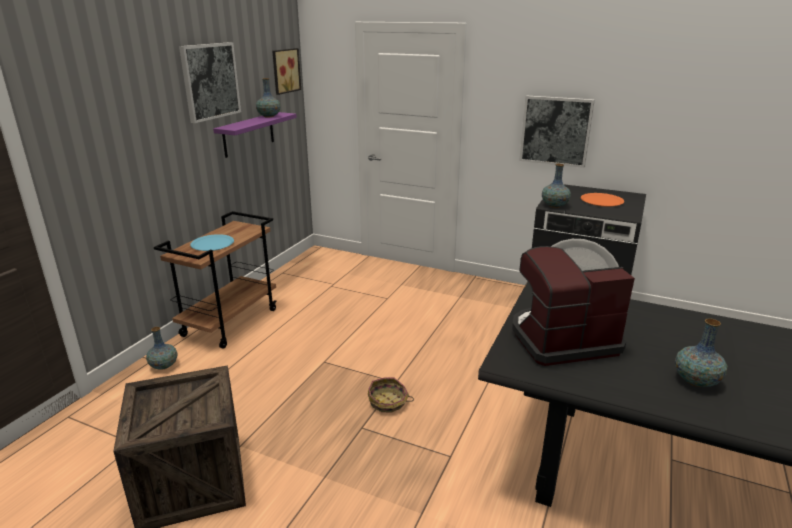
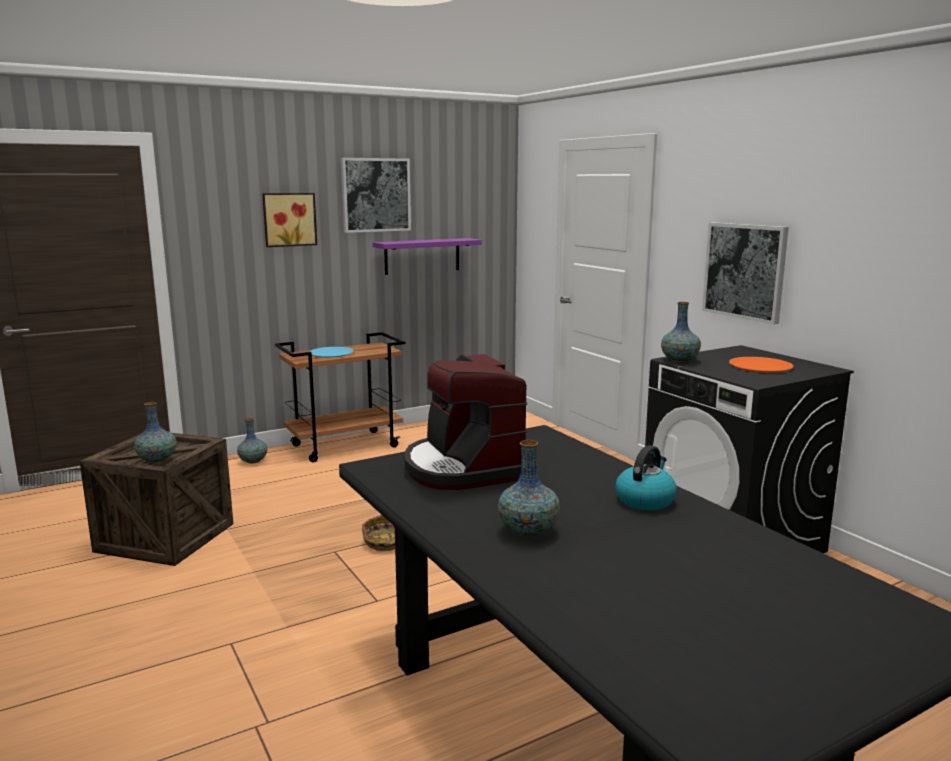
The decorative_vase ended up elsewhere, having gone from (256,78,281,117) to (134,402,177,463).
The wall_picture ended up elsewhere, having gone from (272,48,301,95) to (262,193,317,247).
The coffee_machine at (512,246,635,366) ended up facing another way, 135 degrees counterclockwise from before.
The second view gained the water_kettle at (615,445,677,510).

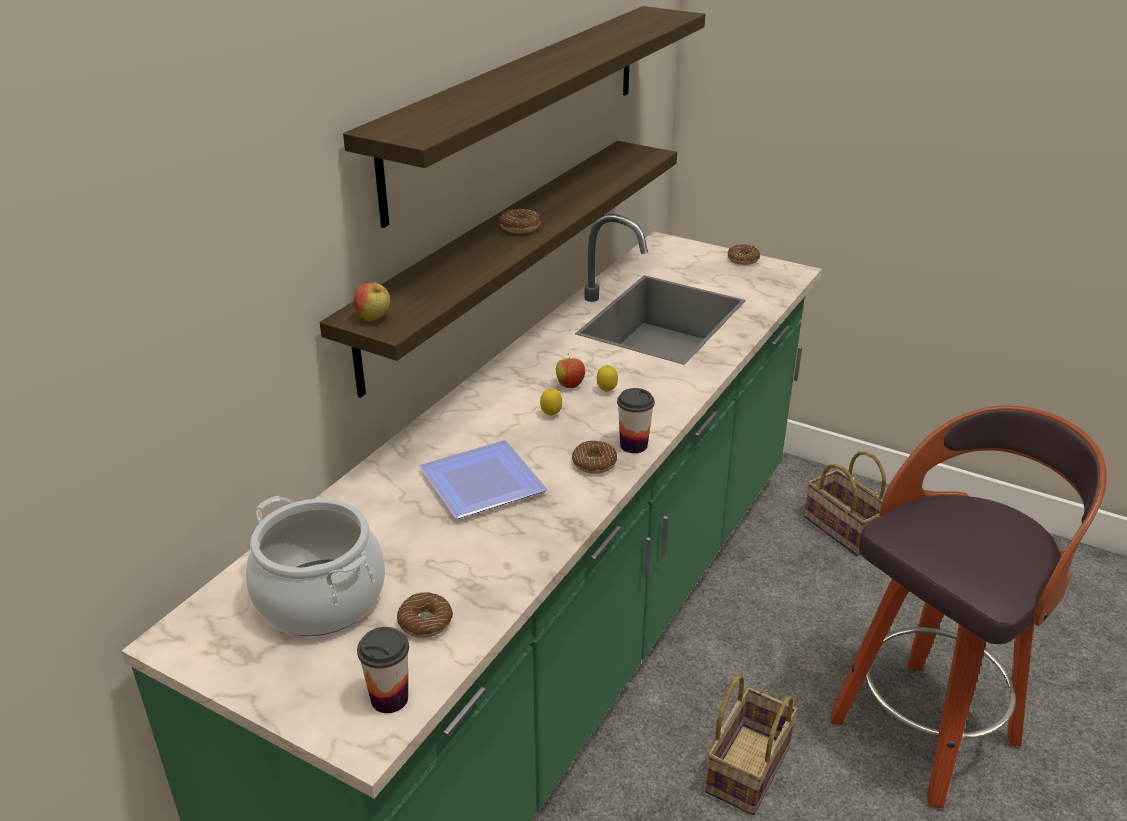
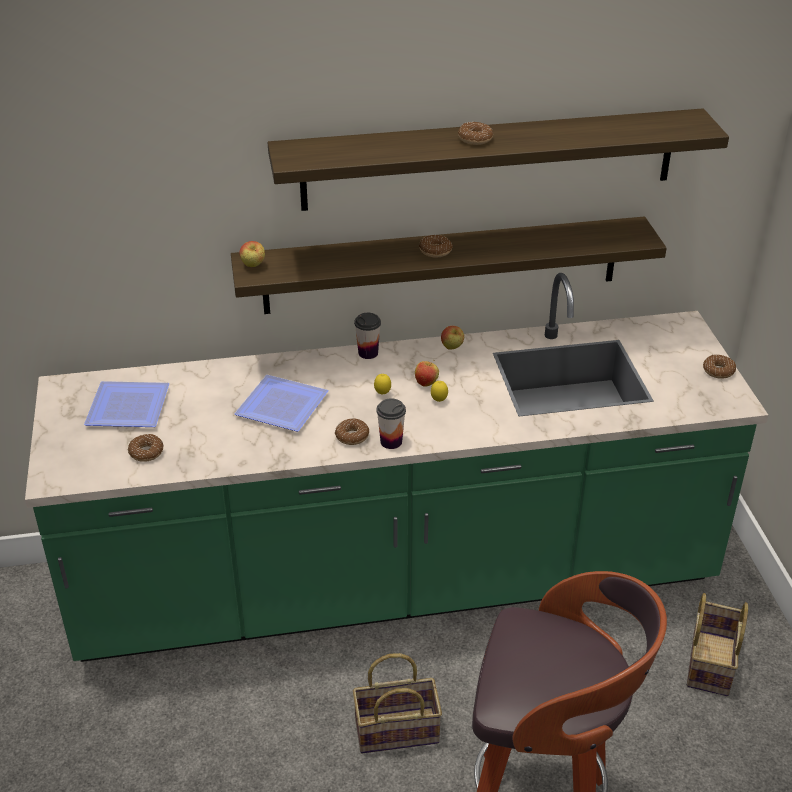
Where the cooking_pot stood at (246,496,385,636), the flat_dish came to stand at (84,381,170,427).
The small_cup ended up elsewhere, having gone from (357,627,409,713) to (354,313,381,359).
The second view gained the apple at (441,326,464,350).
The second view gained the doughnut at (458,122,493,145).

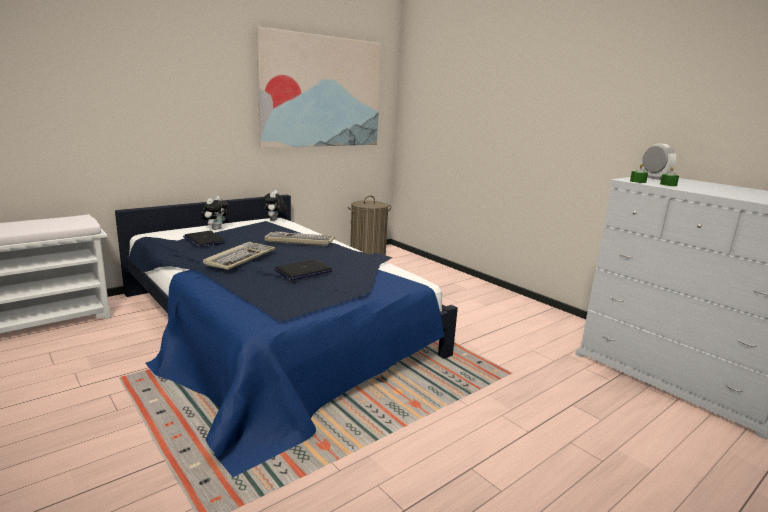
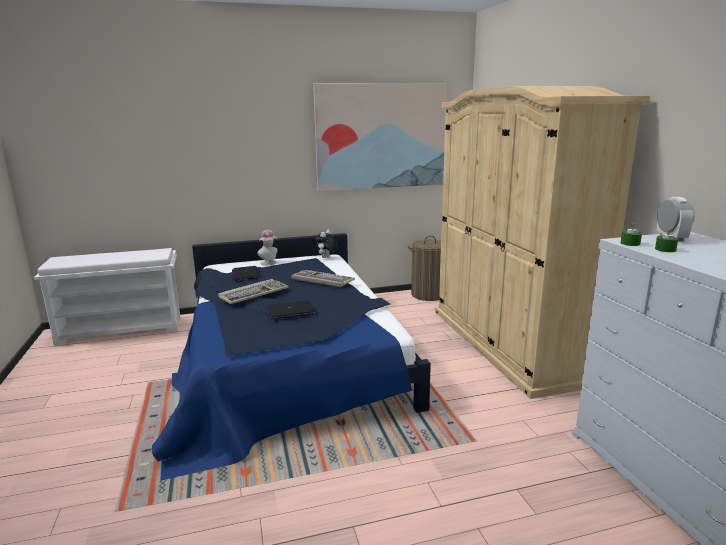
Where the soft_toy stood at (201,196,229,230), the wearable_hat came to stand at (257,230,278,265).
The second view gained the beige-coloured_armoire at (435,86,650,399).

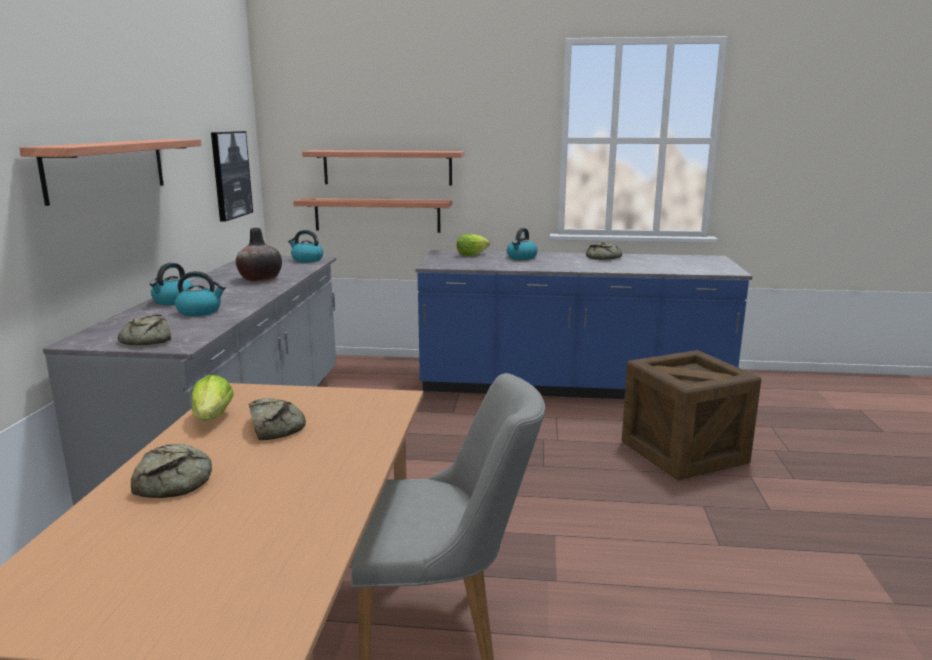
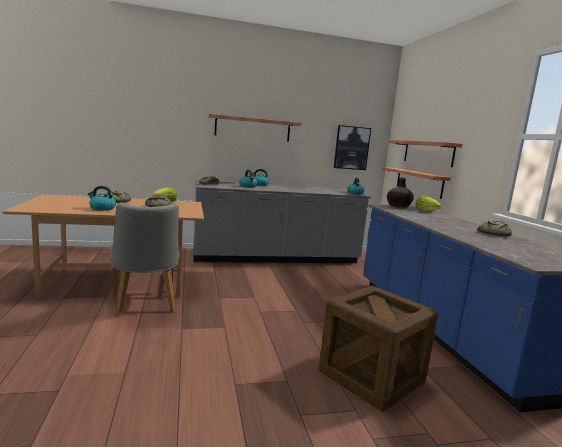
The water_kettle ended up elsewhere, having gone from (507,228,538,260) to (88,186,116,211).
The decorative_vase ended up elsewhere, having gone from (236,228,282,281) to (387,178,414,208).

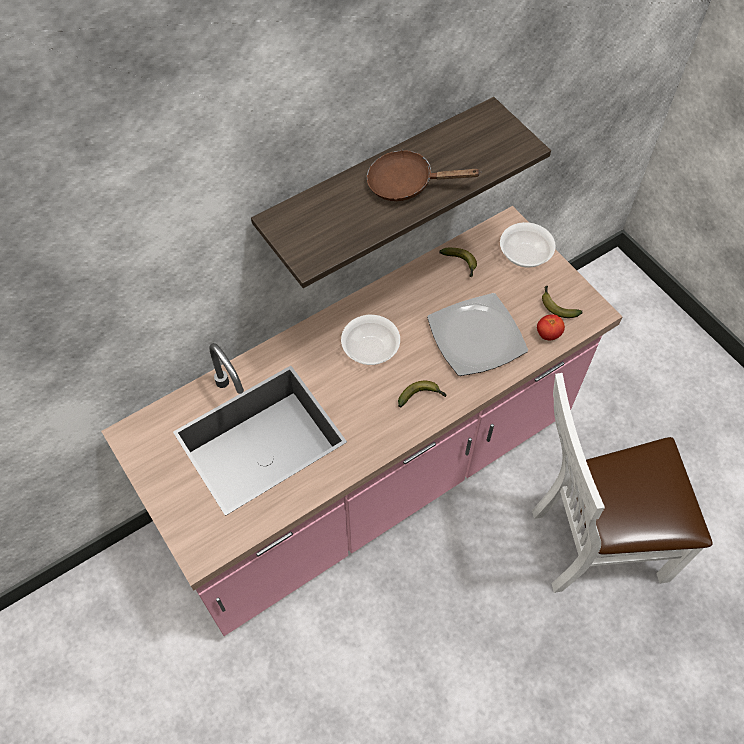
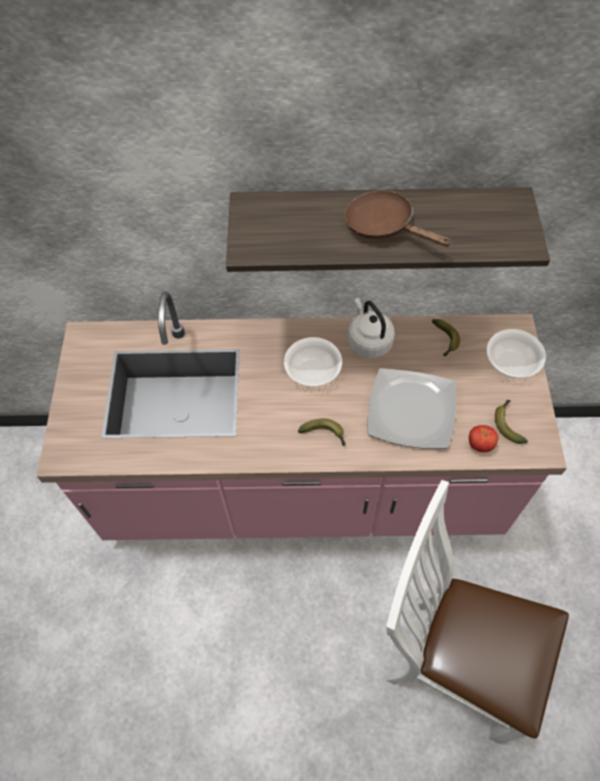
The second view gained the white-coloured_water_kettle at (348,298,395,359).

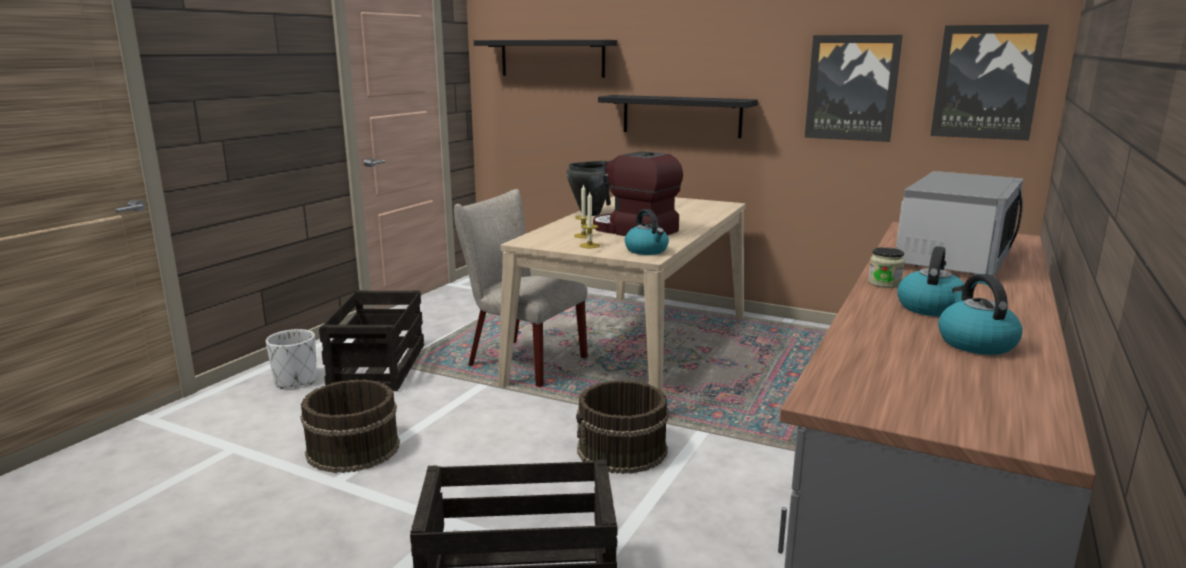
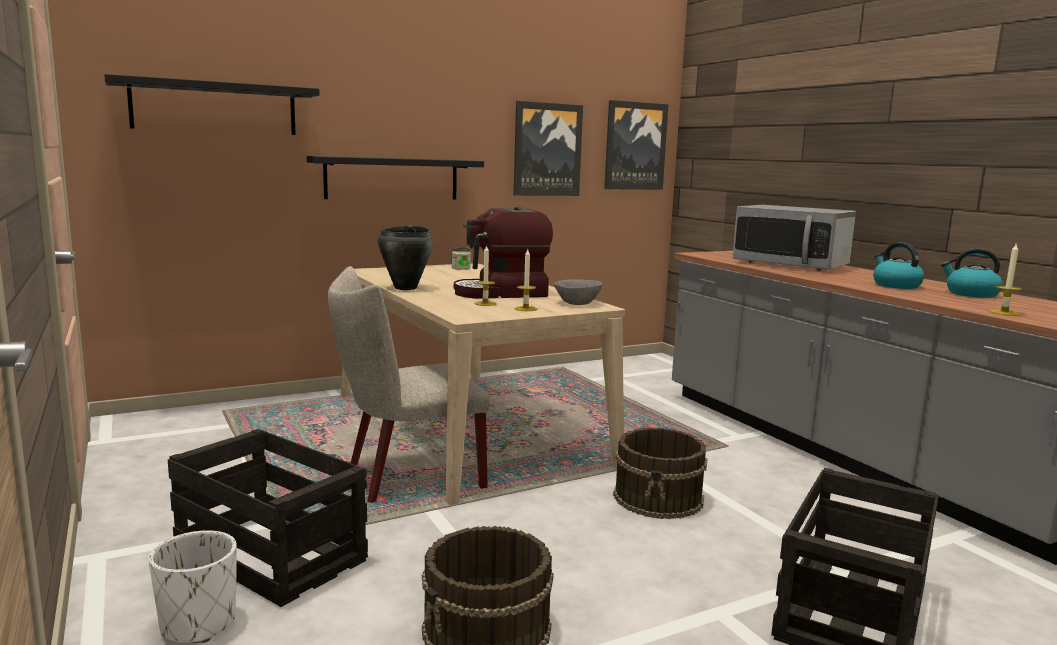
The jar ended up elsewhere, having gone from (868,247,905,288) to (452,247,471,270).
Where the water_kettle stood at (625,209,669,255), the grey_serving_bowl came to stand at (554,279,603,305).
The kitchen_microwave at (896,171,1024,276) ended up facing another way, 150 degrees clockwise from before.
The second view gained the wax_candle at (989,242,1022,316).

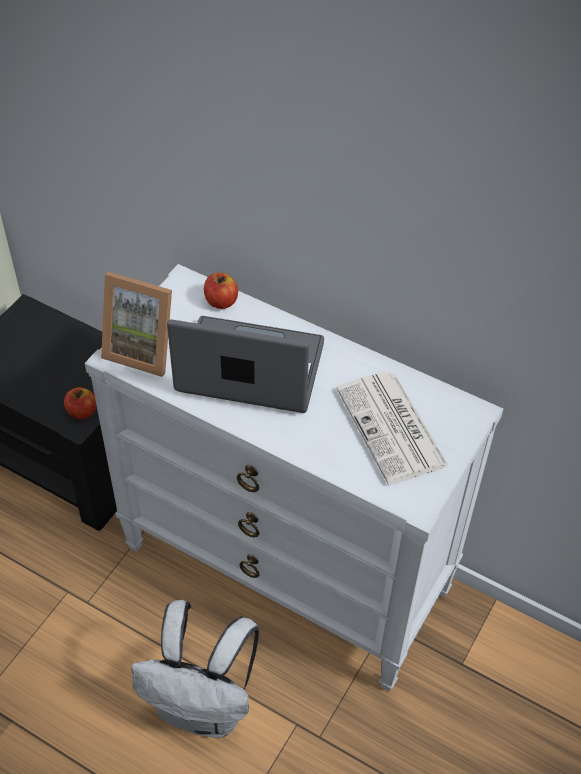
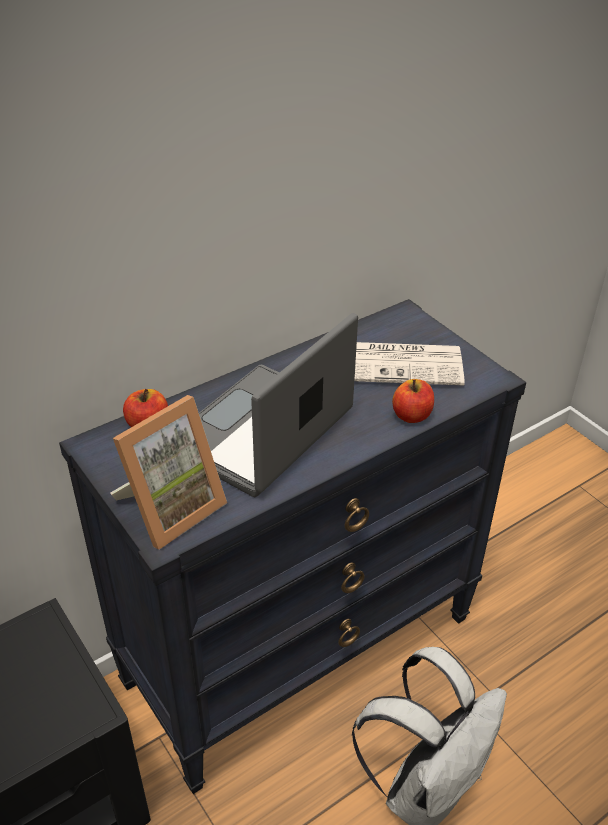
What was the white-coloured_drawer_chest at (85,264,503,692) turned into the black_drawer_chest at (59,299,526,794).
The apple ended up elsewhere, having gone from (64,387,97,419) to (392,379,434,423).

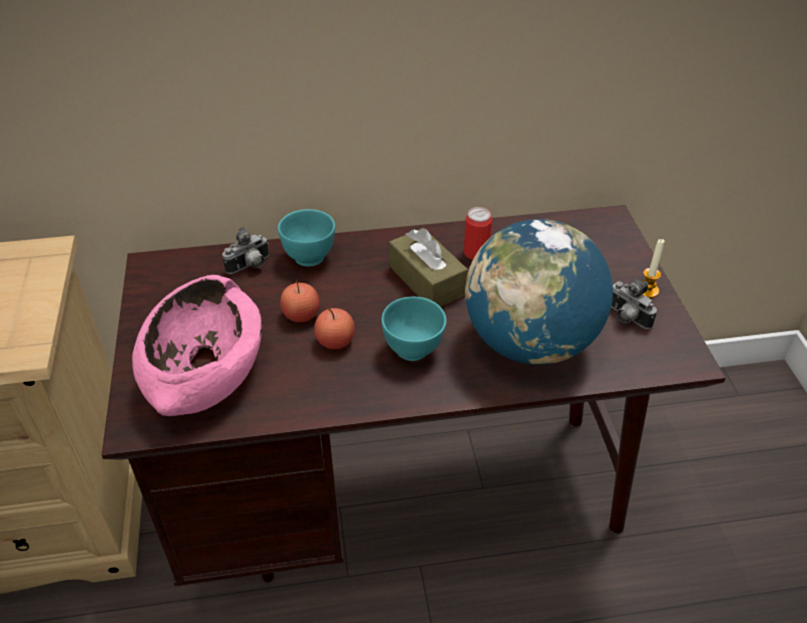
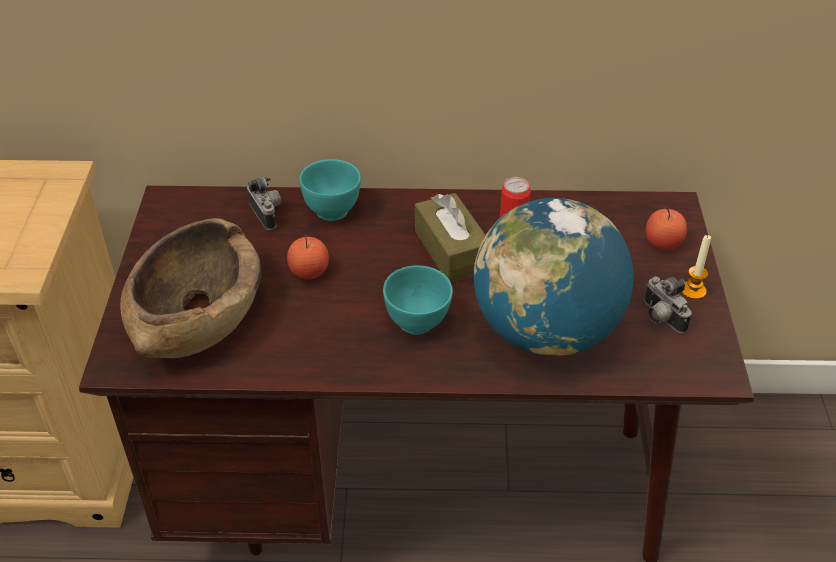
What was the pinkish_serving_bowl at (132,275,262,416) turned into the brownish_serving_bowl at (120,218,261,358).
The still_camera at (222,227,269,274) ended up facing another way, 90 degrees counterclockwise from before.
The apple ended up elsewhere, having gone from (314,308,355,349) to (646,207,687,250).

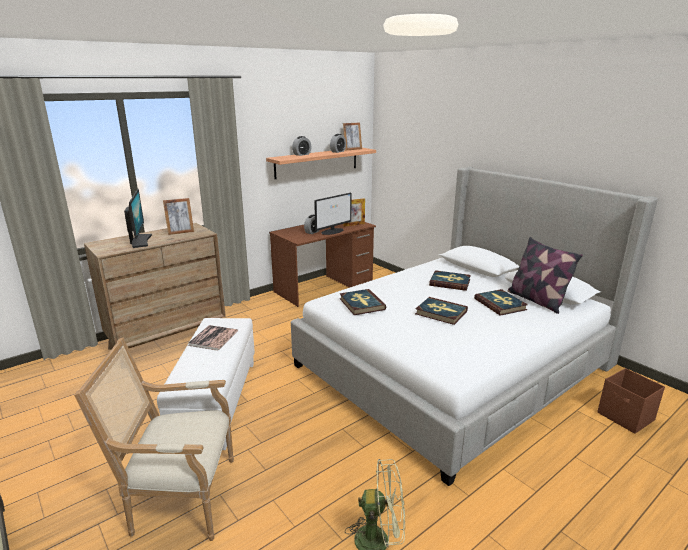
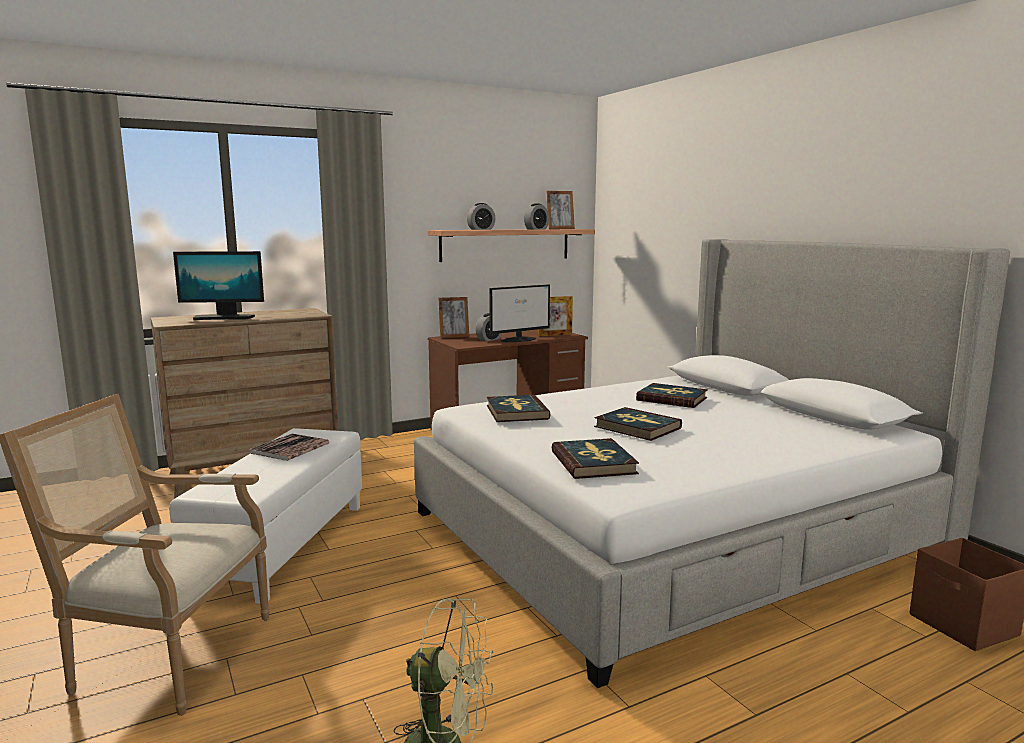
The computer_screen at (124,189,152,248) ended up facing another way, 90 degrees clockwise from before.
The standing_frame ended up elsewhere, having gone from (163,198,194,235) to (438,297,469,338).
The book ended up elsewhere, having gone from (474,289,528,316) to (551,438,639,479).
The second view lost the throw_pillow at (507,237,583,314).

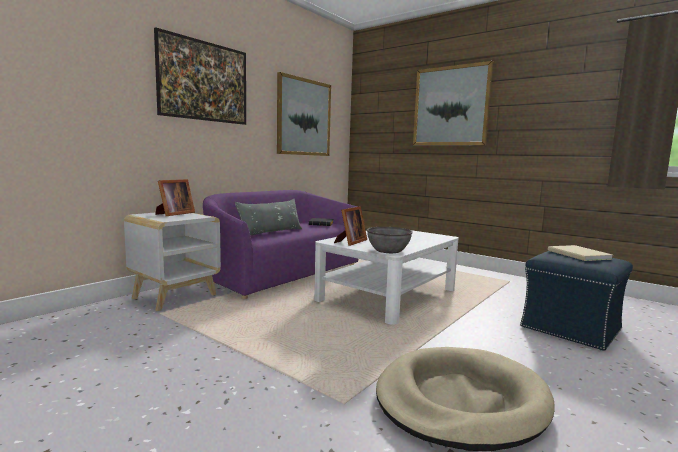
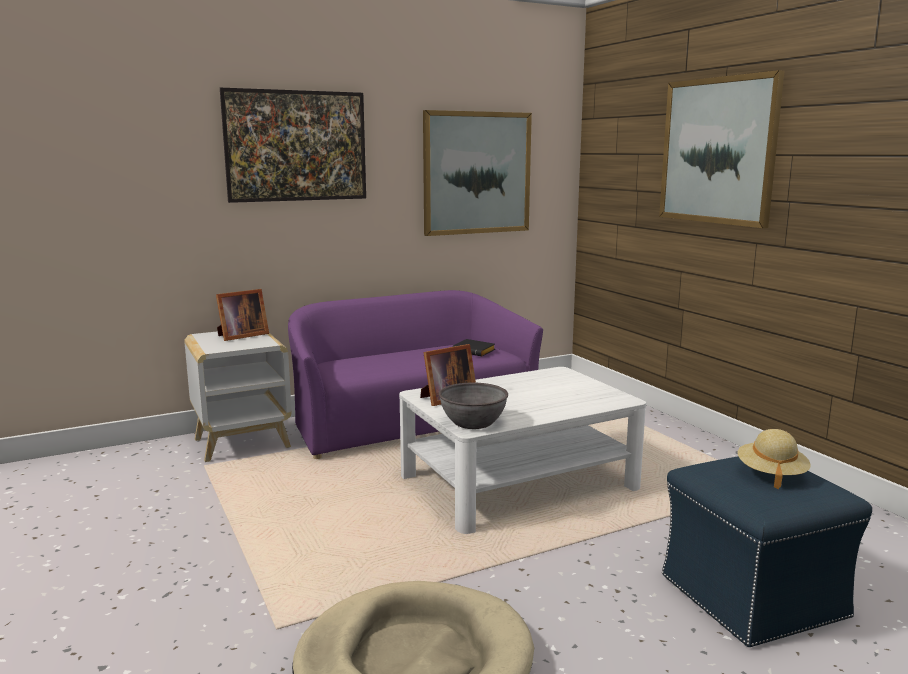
Where the beige-coloured_book stood at (548,245,613,261), the beige-coloured_wearable_hat came to stand at (738,429,811,489).
The second view lost the grey_throw_pillow at (235,199,302,235).

